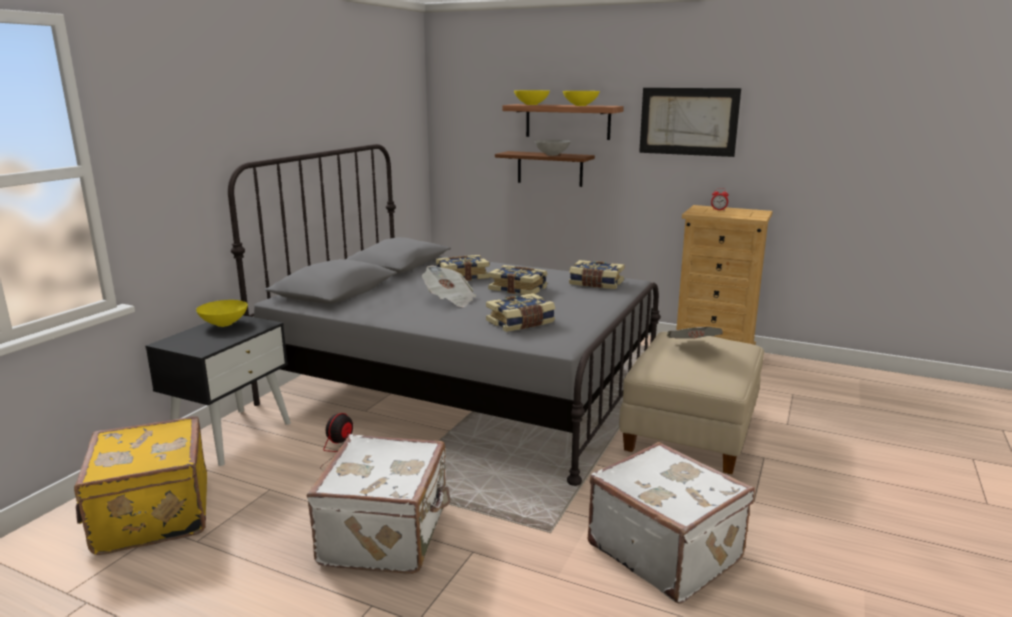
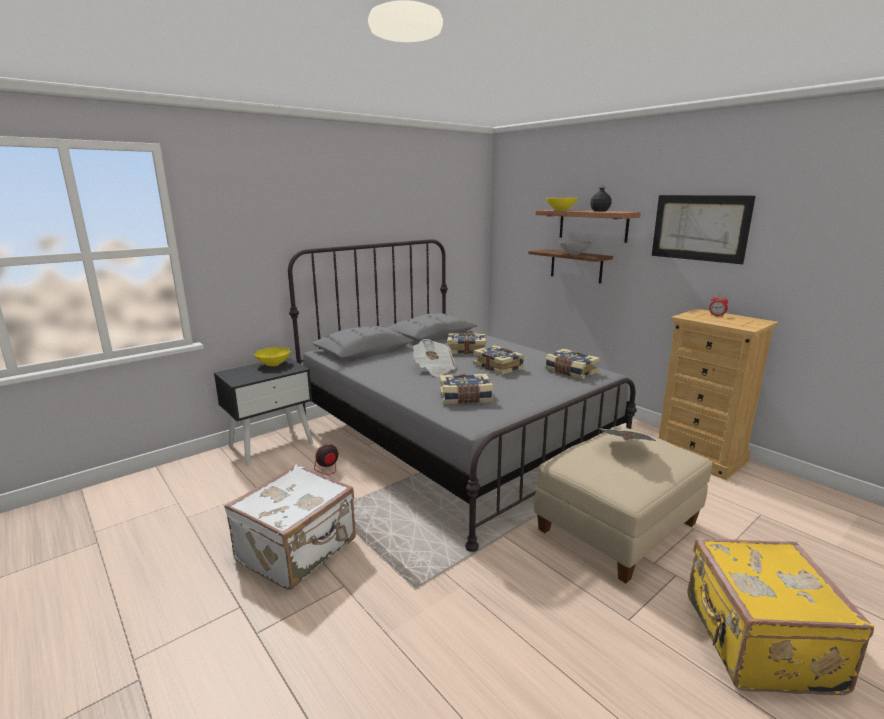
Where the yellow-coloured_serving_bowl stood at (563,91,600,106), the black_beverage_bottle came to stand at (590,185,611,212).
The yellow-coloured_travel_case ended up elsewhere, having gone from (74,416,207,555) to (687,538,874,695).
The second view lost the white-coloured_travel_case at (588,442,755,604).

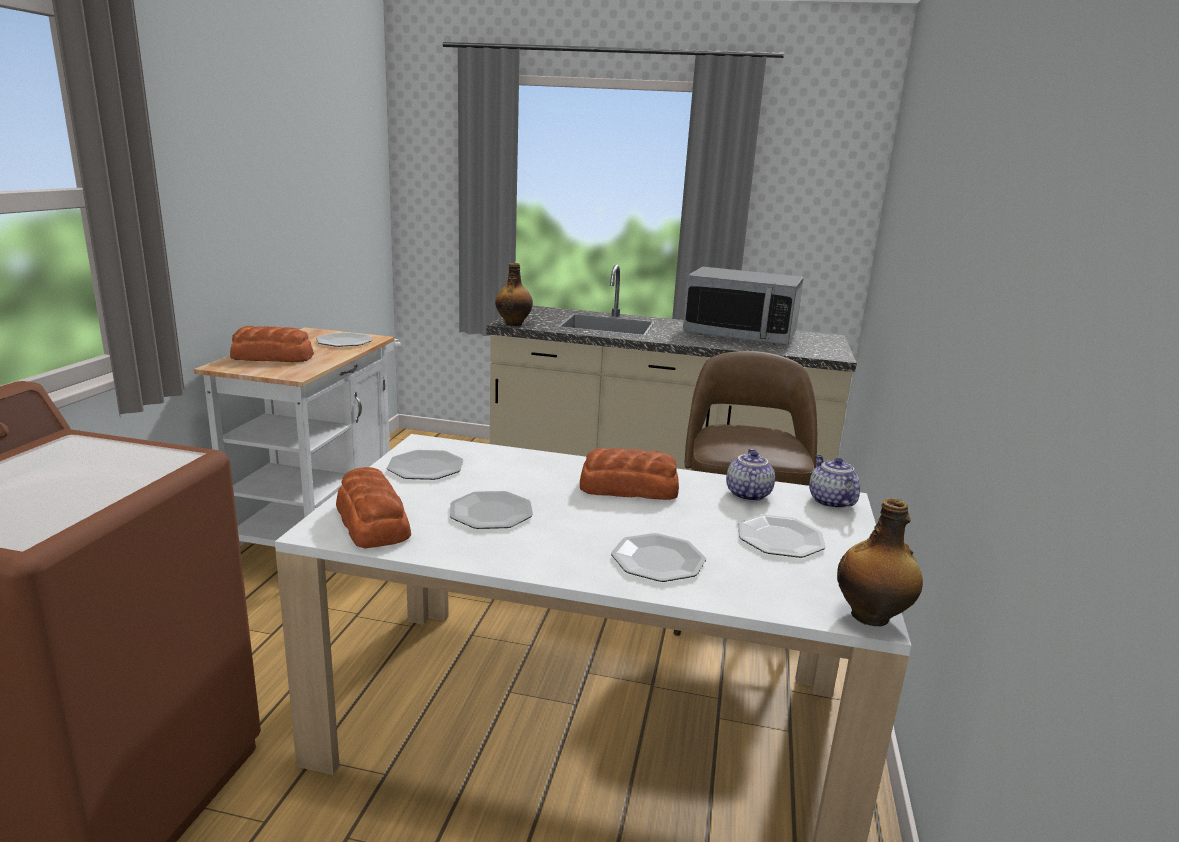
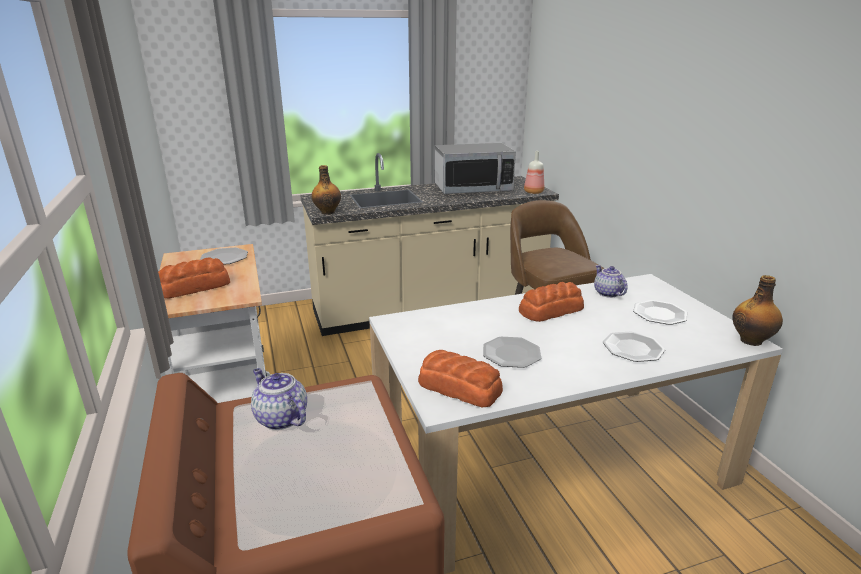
The tea_pot ended up elsewhere, having gone from (809,455,860,508) to (251,368,307,430).
The second view gained the beverage_bottle at (524,151,544,194).
The second view lost the flat_dish at (387,450,463,480).

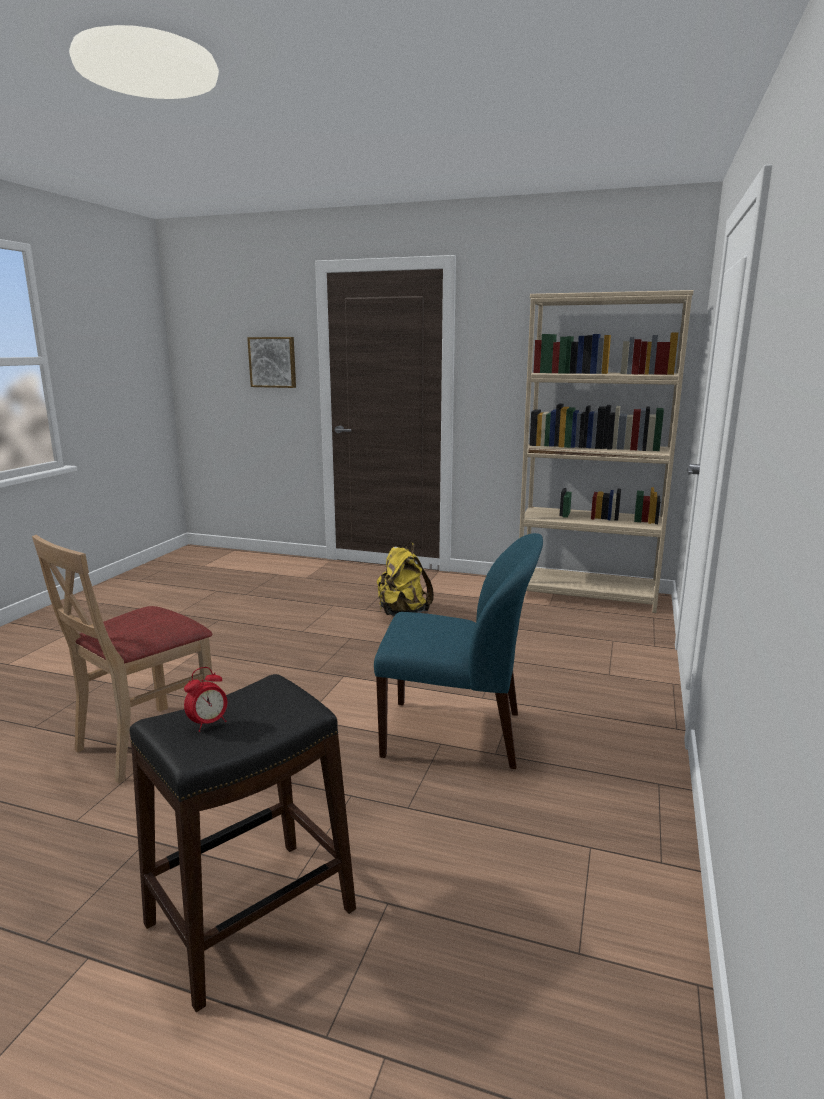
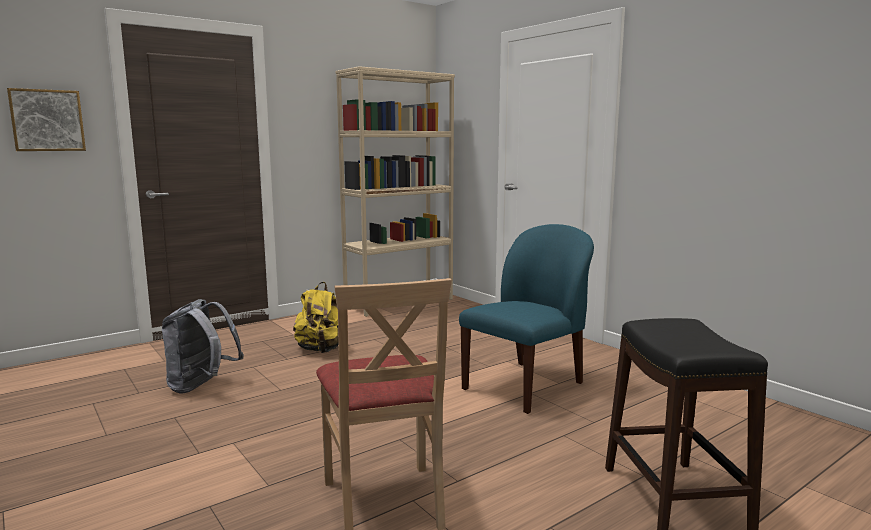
The second view gained the grey_rucksack at (162,299,244,393).
The second view lost the bedside_clock at (184,667,227,732).

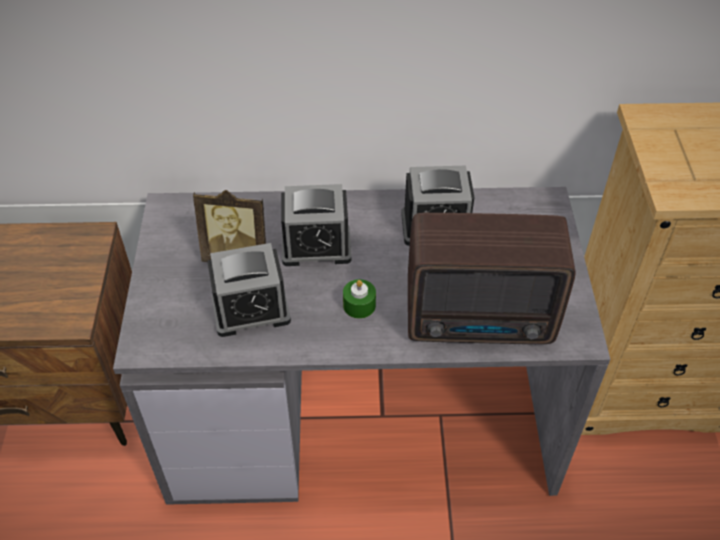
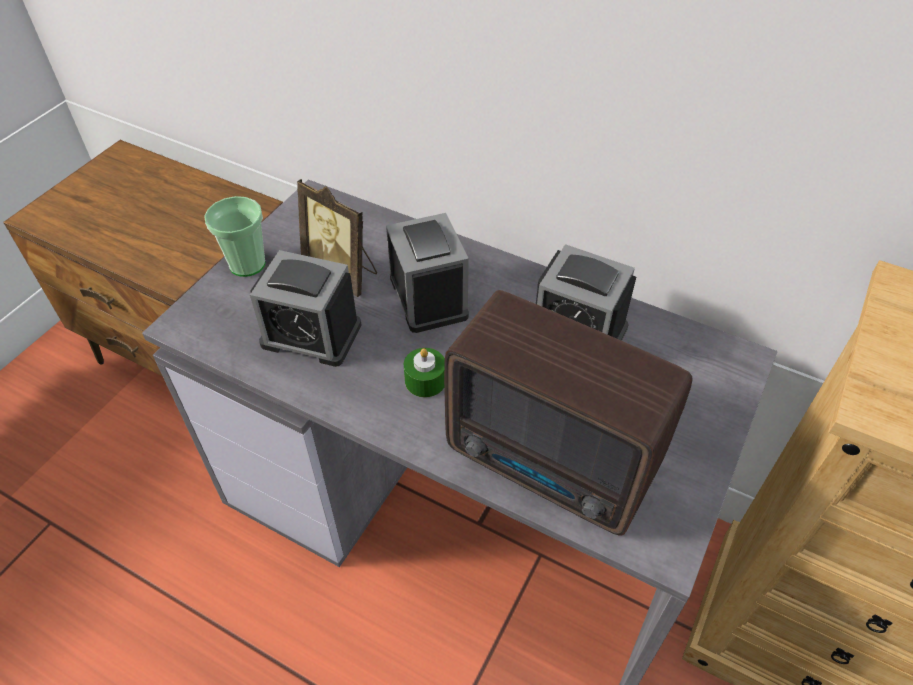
The second view gained the small_cup at (204,196,266,277).
The bedside_clock at (281,184,352,266) ended up facing another way, 135 degrees counterclockwise from before.

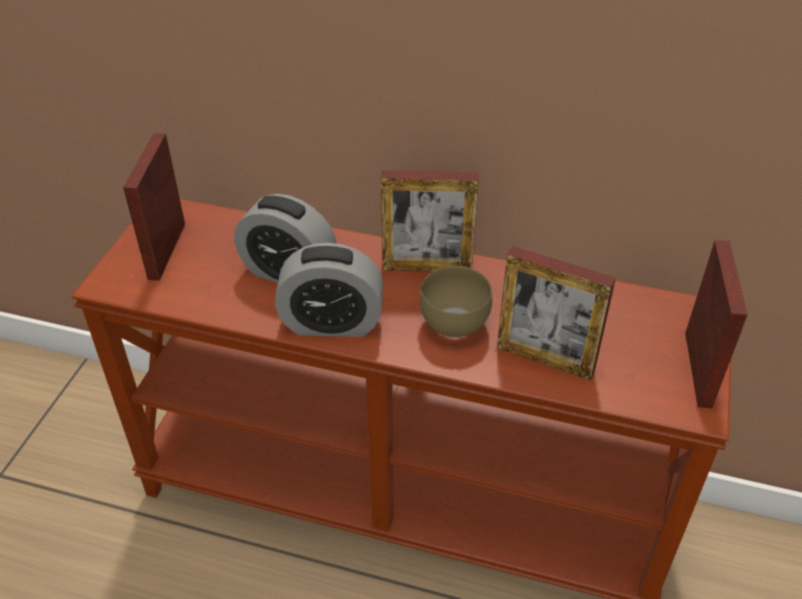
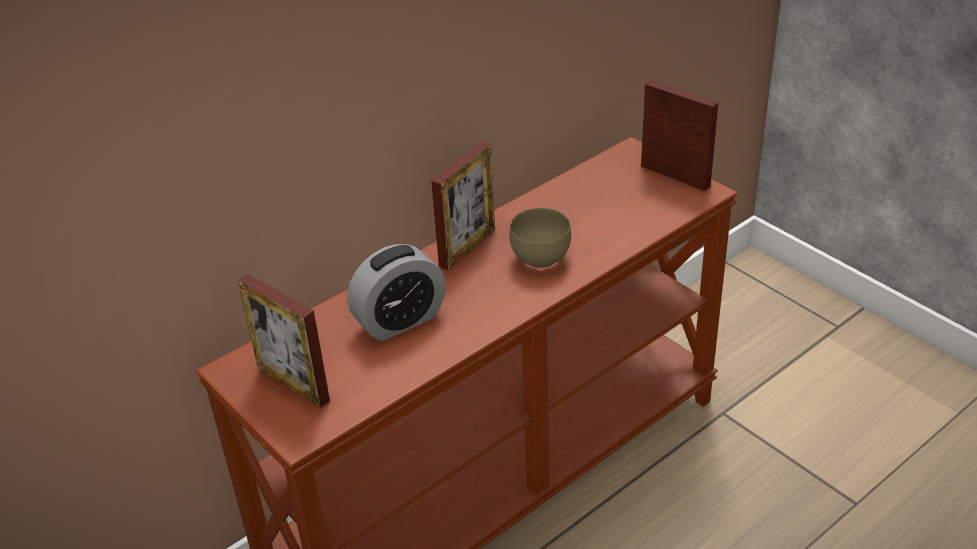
The second view lost the bedside_clock at (275,243,383,337).
The second view lost the standing_frame at (497,246,616,380).

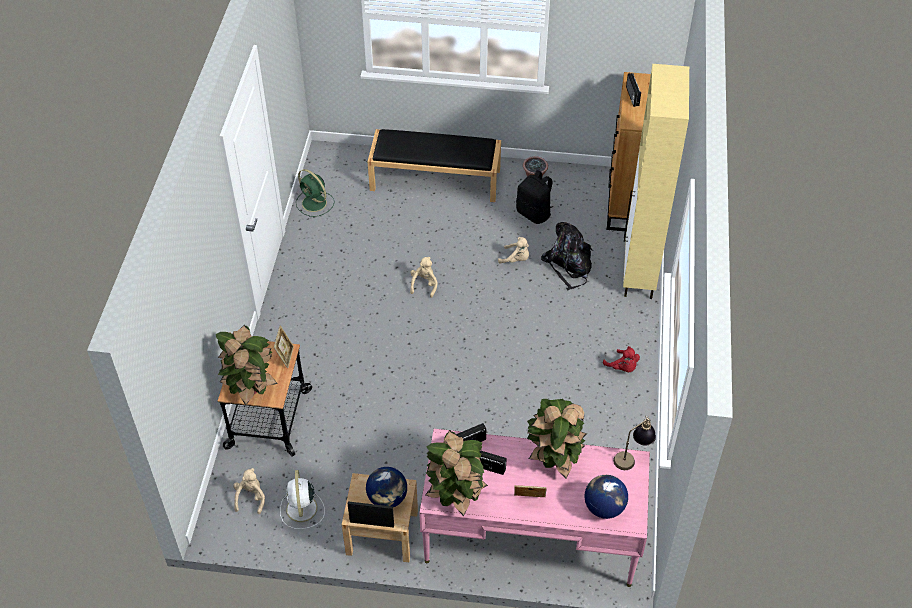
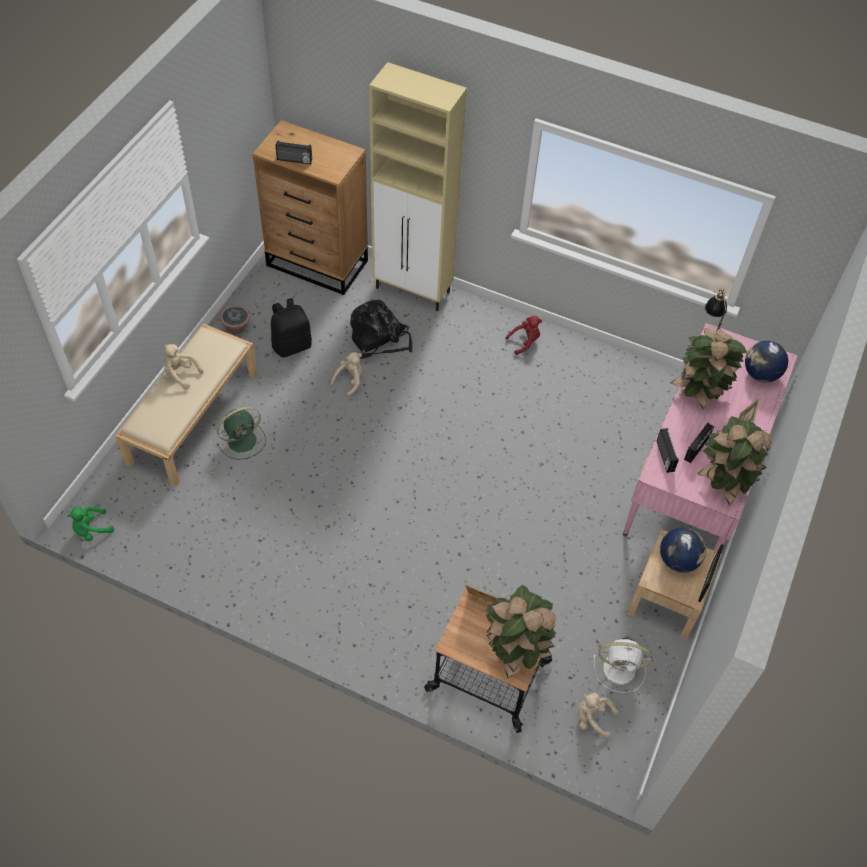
The second view gained the green_soft_toy at (67,506,114,541).
What was the black_long_seat at (367,129,501,202) turned into the beige-coloured_long_seat at (115,324,258,487).
The beige-coloured_soft_toy ended up elsewhere, having gone from (410,257,438,298) to (162,344,203,390).
The green_fan ended up elsewhere, having gone from (296,169,334,217) to (217,407,266,460).

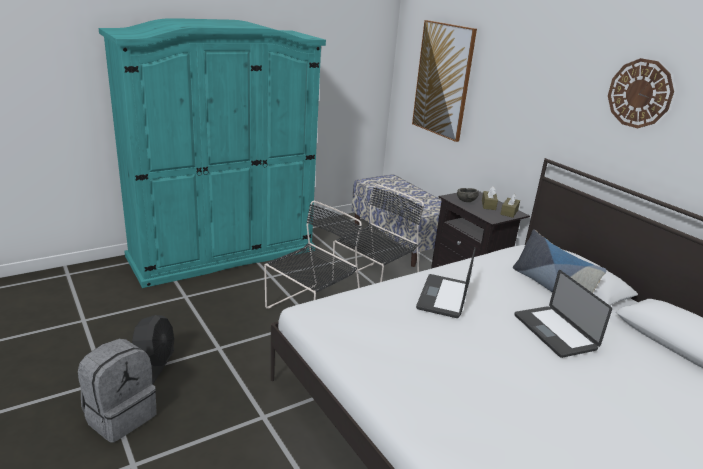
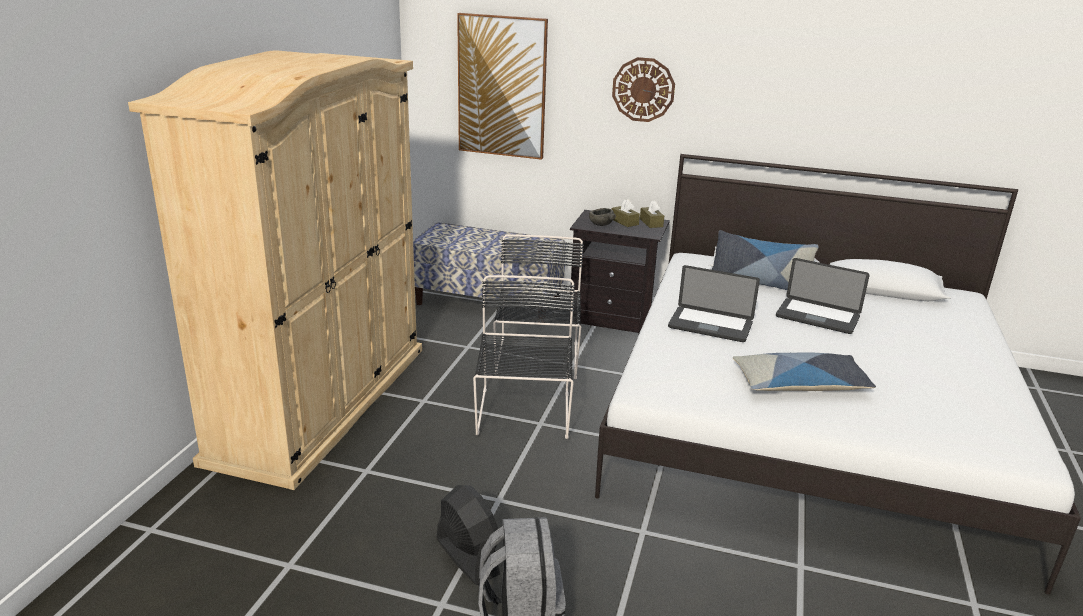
What was the blue-green_armoire at (99,18,326,288) turned into the beige-coloured_armoire at (128,51,422,490).
The wall_clock ended up elsewhere, having gone from (608,58,674,128) to (612,57,675,122).
The notebook_computer at (416,248,476,318) ended up facing another way, 45 degrees counterclockwise from before.
The second view gained the throw_pillow at (733,353,876,391).

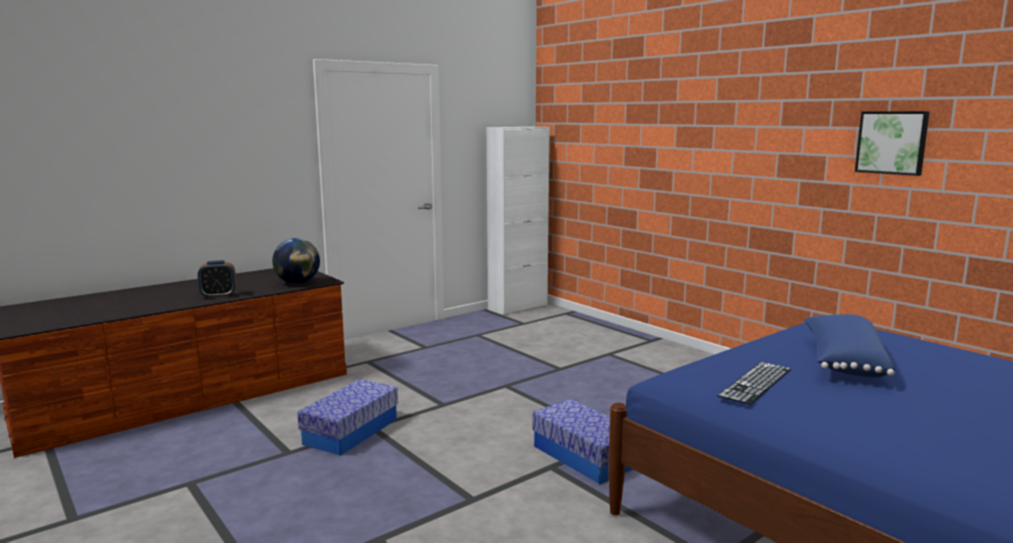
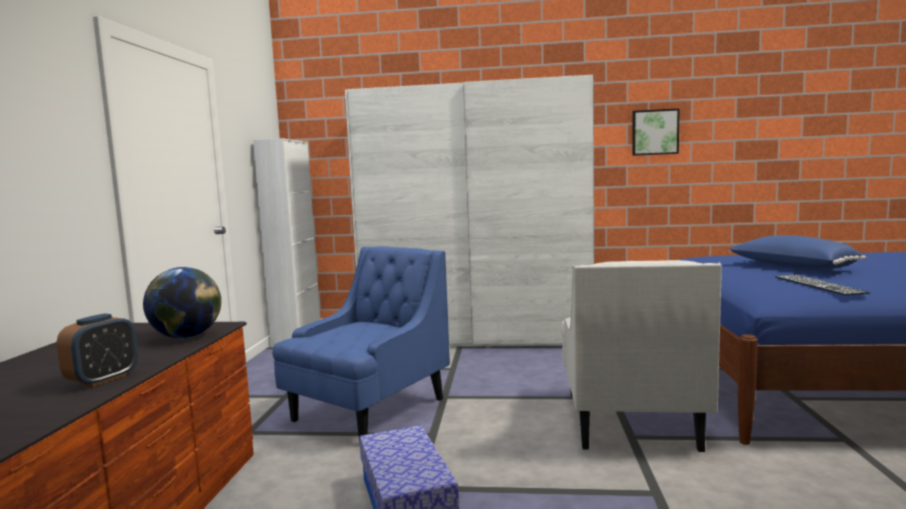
The second view gained the bluish_armchair at (272,246,450,443).
The second view gained the white-coloured_armoire at (345,74,594,347).
Where the storage_bin stood at (532,399,633,484), the white-coloured_armchair came to stand at (561,260,722,452).

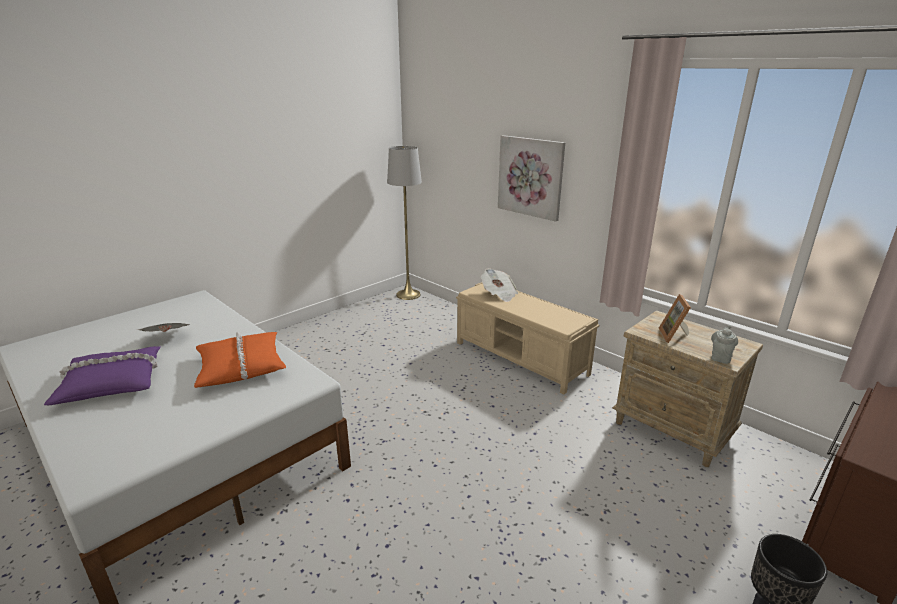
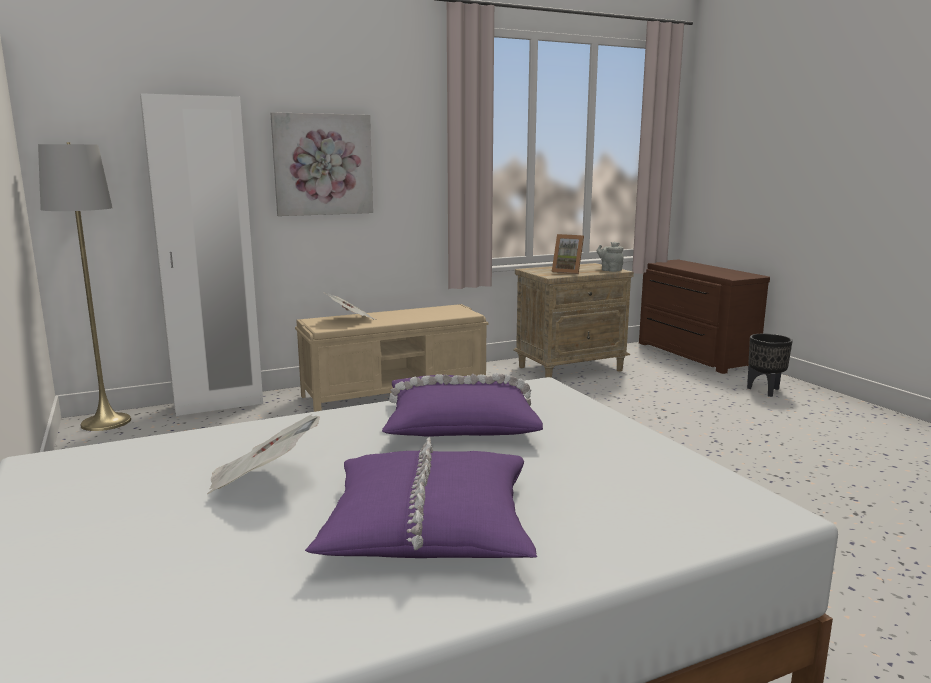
The second view gained the white-coloured_armoire at (140,93,263,416).
What was the orangey_throw_pillow at (194,332,286,388) turned into the purple-coloured_throw_pillow at (382,373,543,437).

